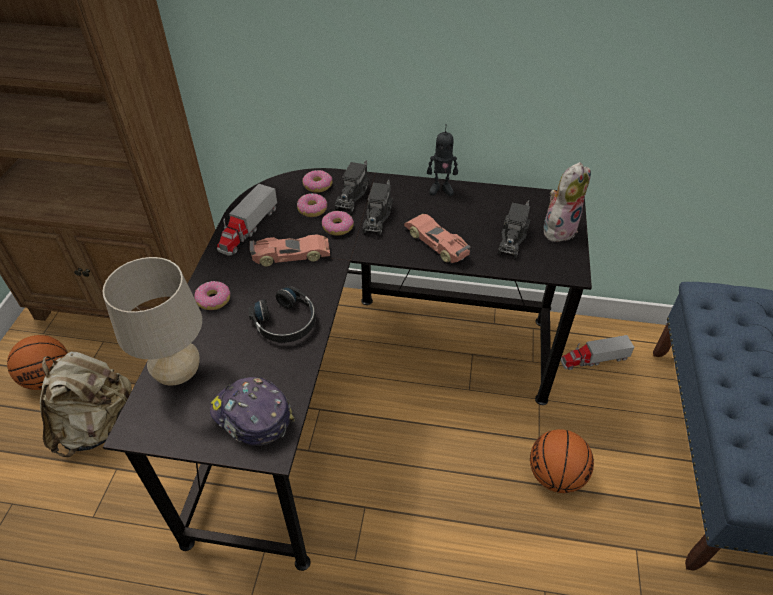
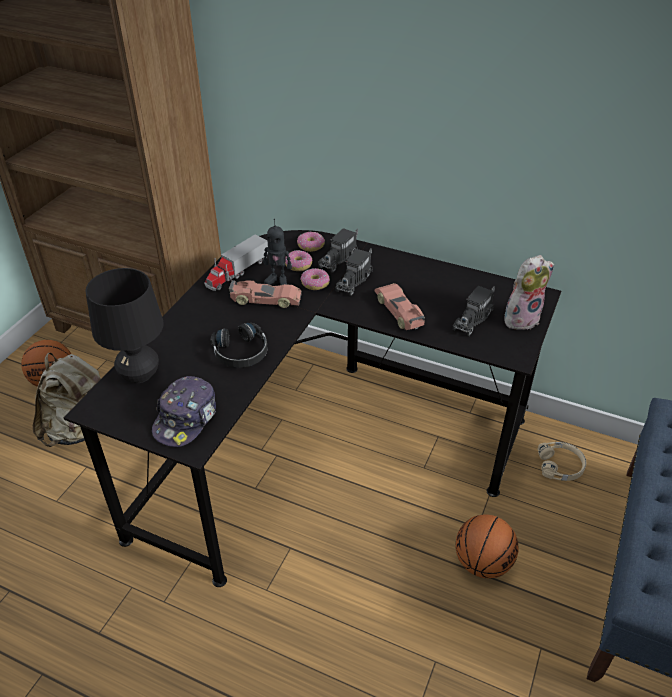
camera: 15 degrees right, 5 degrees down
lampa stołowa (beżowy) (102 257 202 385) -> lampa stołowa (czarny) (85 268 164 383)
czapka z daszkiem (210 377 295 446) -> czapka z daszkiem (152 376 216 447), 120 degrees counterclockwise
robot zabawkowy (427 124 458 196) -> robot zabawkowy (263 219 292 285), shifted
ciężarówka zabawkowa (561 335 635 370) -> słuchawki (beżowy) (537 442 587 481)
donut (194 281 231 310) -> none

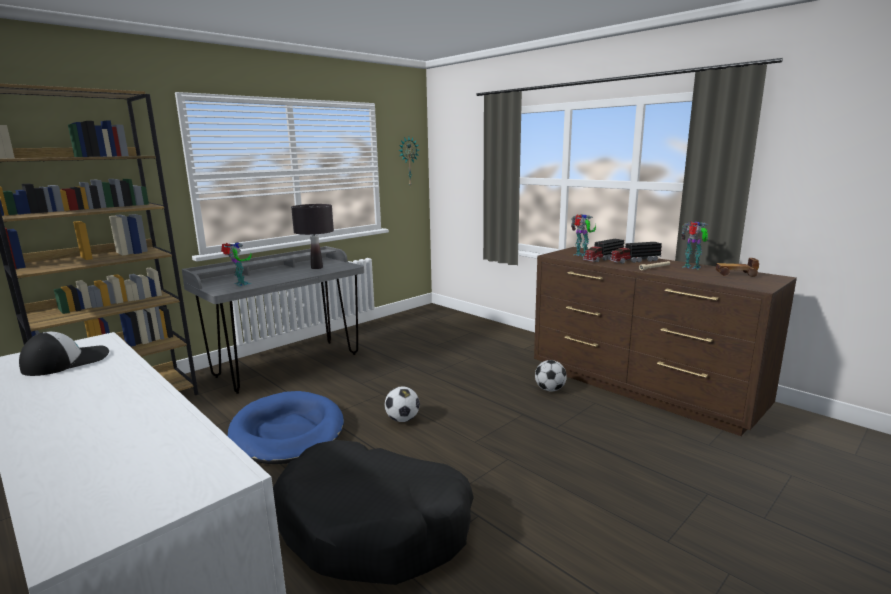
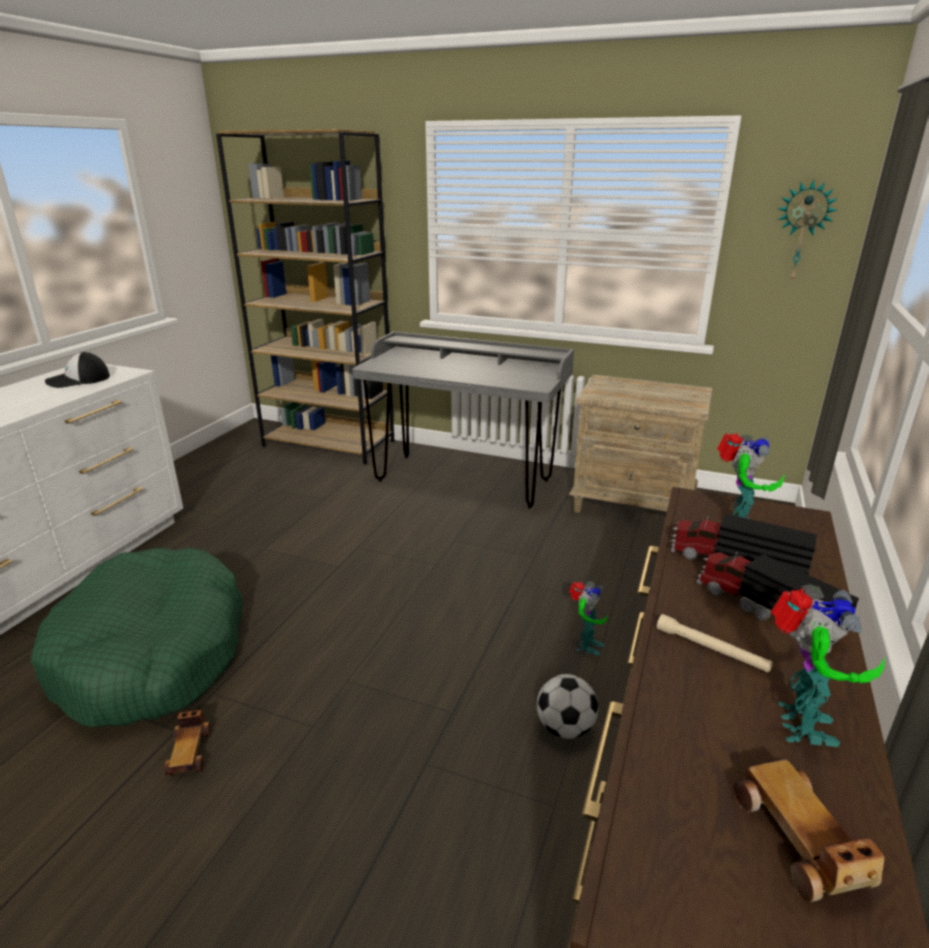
camera: 65 degrees right, 10 degrees up
legowisko (czarny) (273 440 474 585) -> legowisko (zielony) (31 547 242 727)
czapka z daszkiem (19 332 109 376) -> czapka z daszkiem (45 352 110 388), 135 degrees clockwise
none -> samochodzik (164 710 211 777)
none -> szafka nocna (beżowy) (569 375 713 513)
robot zabawkowy (221 242 252 286) -> robot zabawkowy (569 581 608 655), shifted
legowisko (niebieski) (228 391 344 464) -> none
lampa stołowa (czarny) (291 204 334 269) -> none
piłka futbolowa (384 387 420 422) -> none

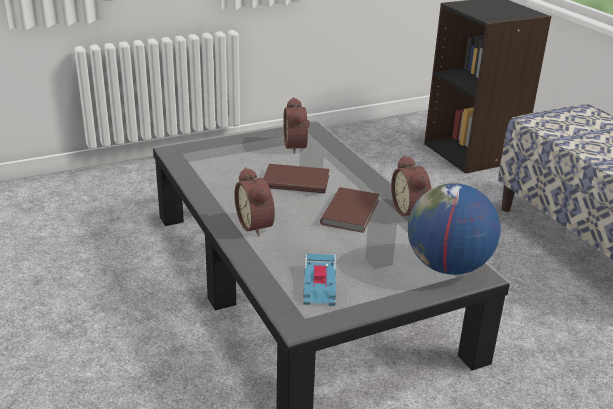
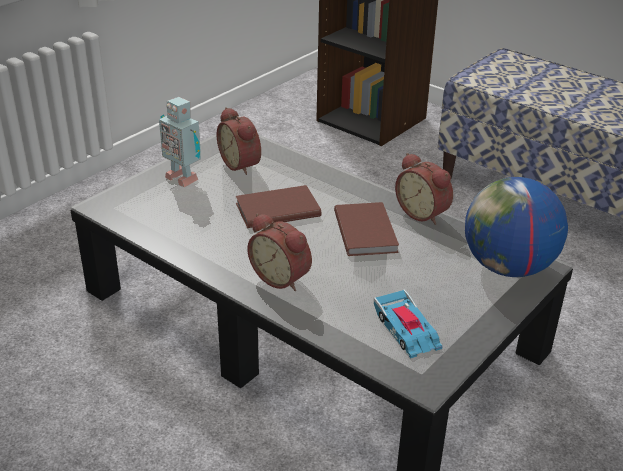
camera: 25 degrees left, 5 degrees up
none -> robot zabawkowy (159 97 201 187)

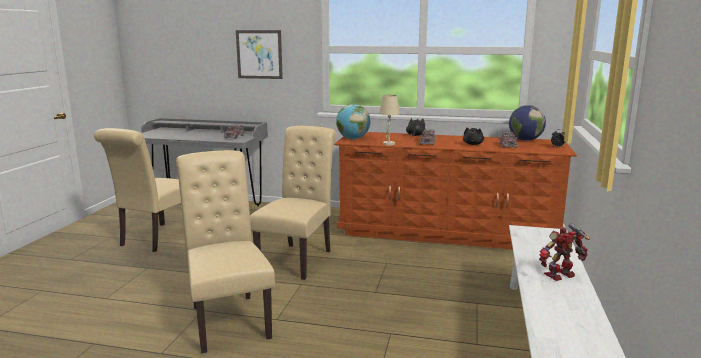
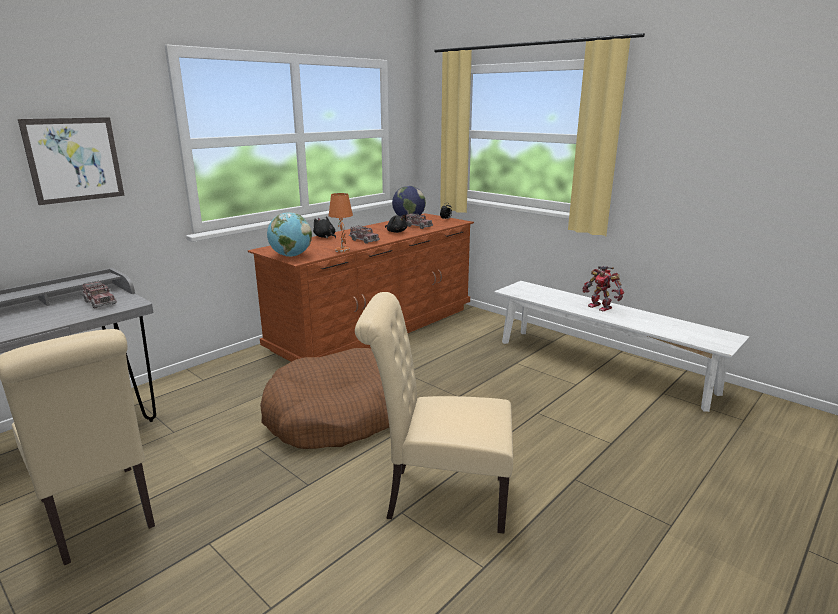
camera: 60 degrees left, 5 degrees up
krzesło (beżowy) (250 126 337 280) -> legowisko (brązowy) (260 348 389 449)
lampa stołowa (beżowy) (379 95 400 145) -> lampa stołowa (pomarańczowy) (329 193 353 253)
robot zabawkowy (539 223 590 281) -> robot zabawkowy (583 266 624 311), 45 degrees counterclockwise

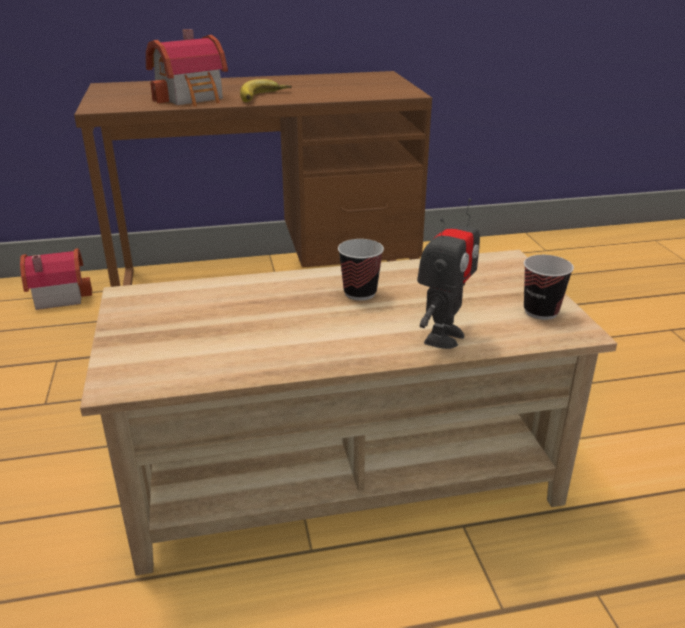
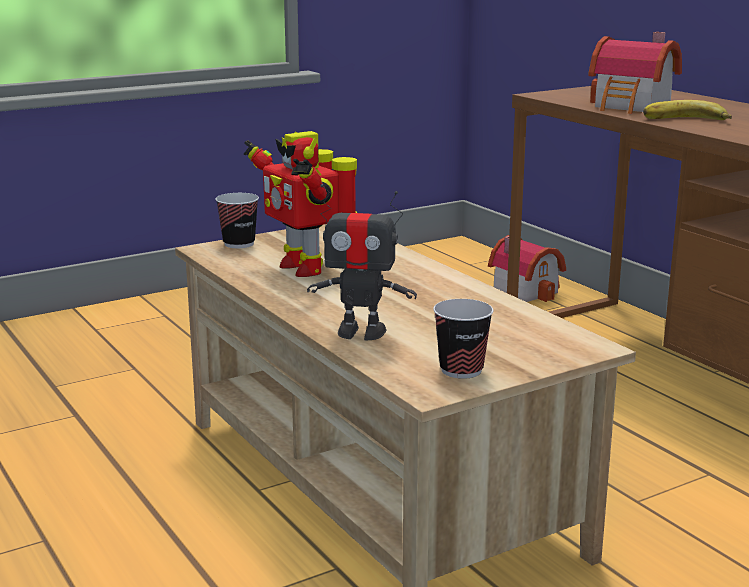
camera: 70 degrees right, 10 degrees down
filiżanka (338 239 384 301) -> filiżanka (215 193 259 248), shifted
none -> robot zabawkowy (244 131 357 277)

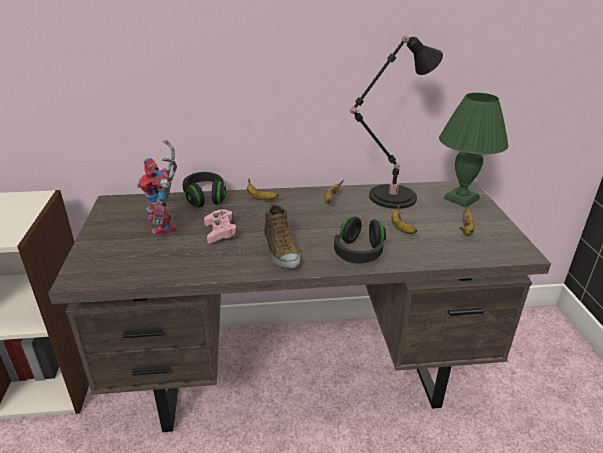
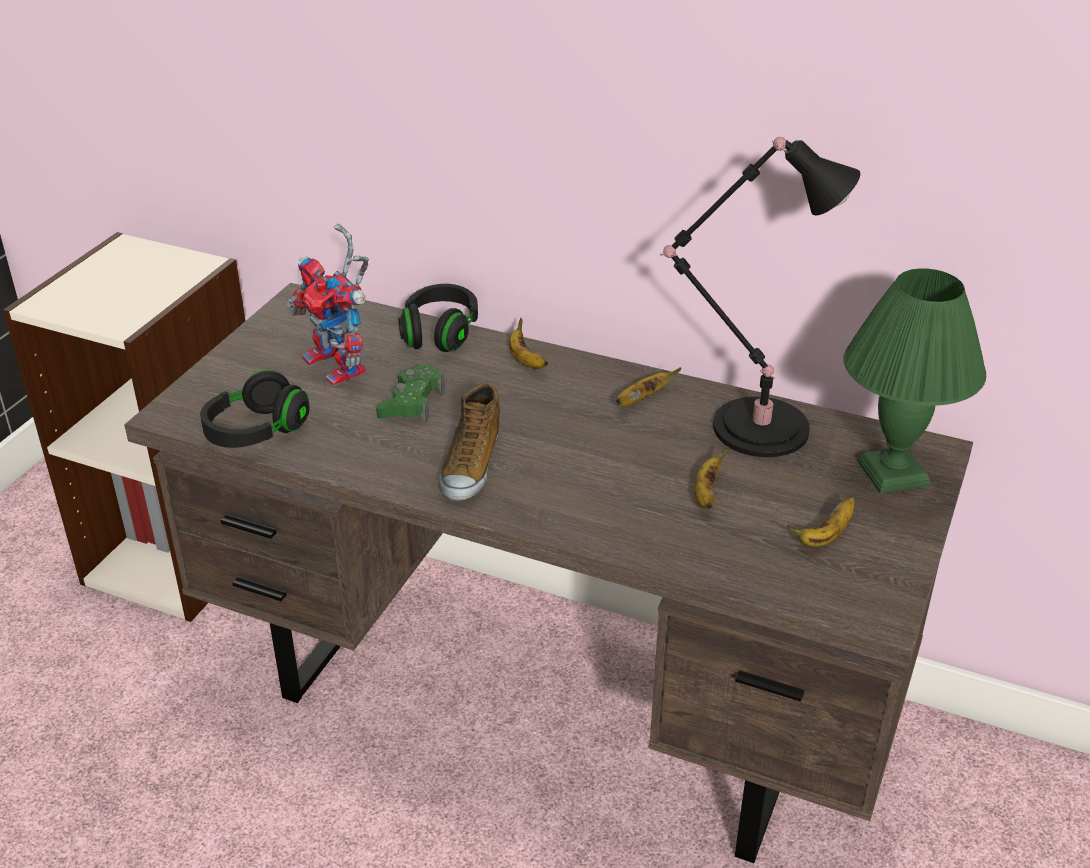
camera: 30 degrees right, 5 degrees up
słuchawki (czarny) (334 216 386 264) -> słuchawki (czarny) (200 370 310 448), shifted
robot zabawkowy (137 140 177 236) -> robot zabawkowy (286 224 369 386), 45 degrees counterclockwise
pad do gier (różowy) (204 209 237 243) -> pad do gier (zielony) (376 365 445 422)

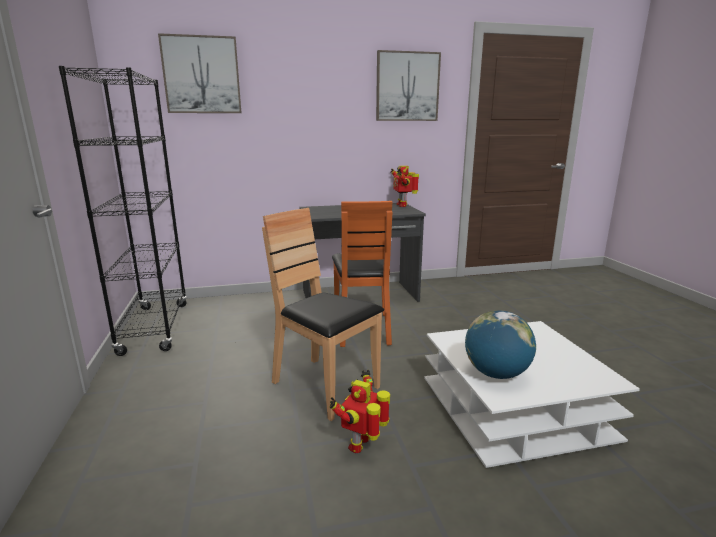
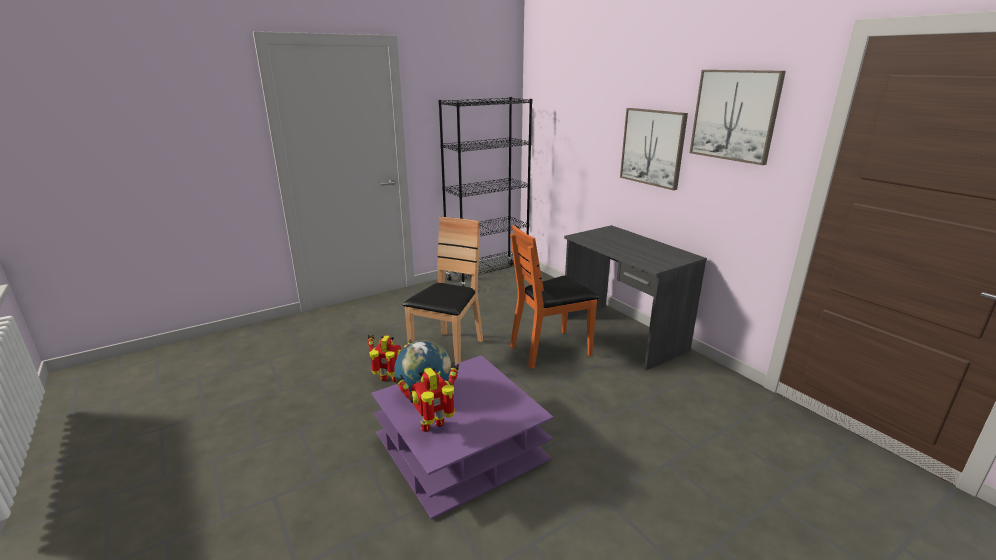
camera: 70 degrees right, 5 degrees up
ława (biały) (424 321 640 468) -> ława (fioletowy) (372 355 554 520)
robot zabawkowy (391 166 419 207) -> robot zabawkowy (396 363 459 432), shifted
obraz (158 33 241 113) -> obraz (620 108 688 190), shifted

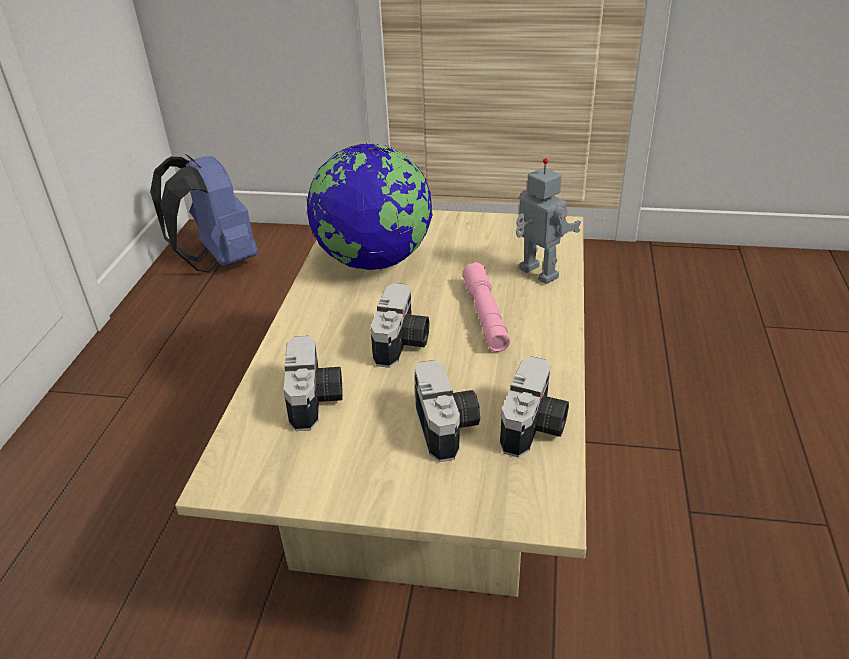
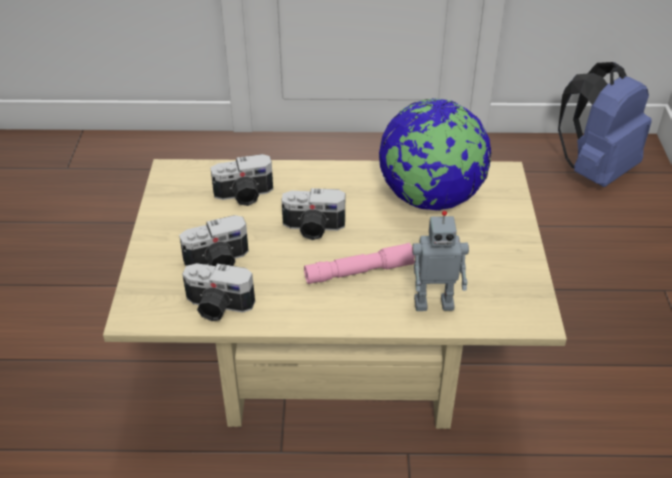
camera: 80 degrees right, 5 degrees up
robot zabawkowy (516 158 581 284) -> robot zabawkowy (412 211 469 311), 45 degrees clockwise

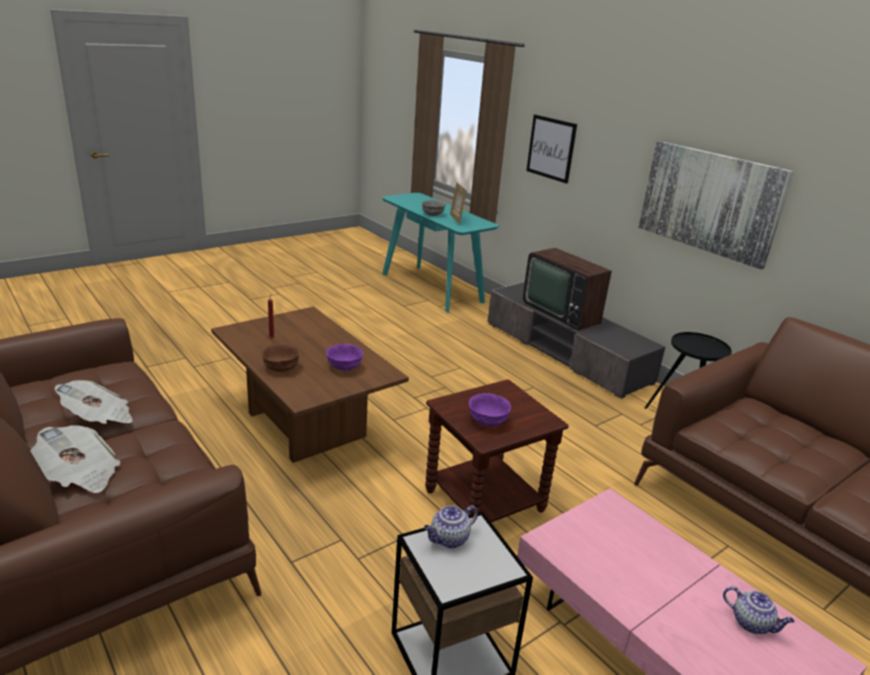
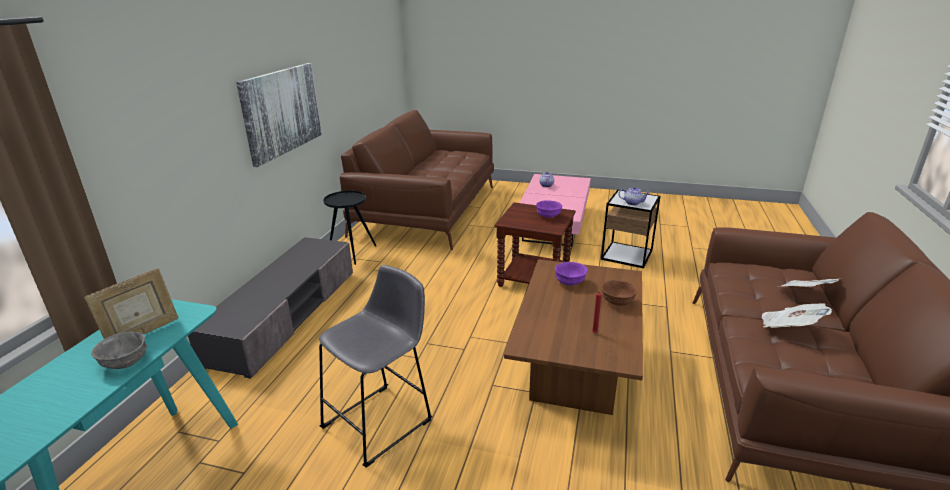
camera: 125 degrees left, 0 degrees up
none -> stołek (szary) (319 265 432 468)
telewizor (523 248 612 331) -> none
obraz (526 114 577 184) -> none

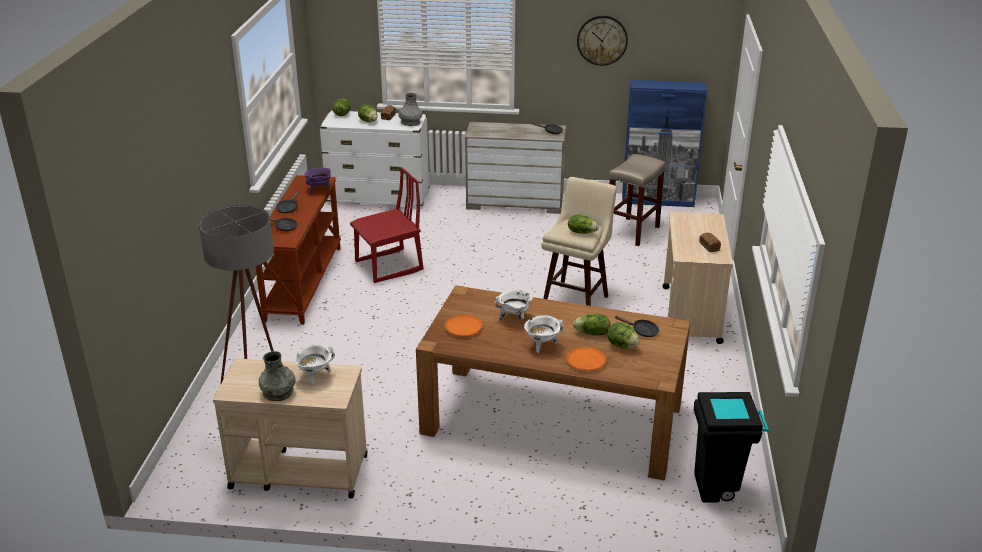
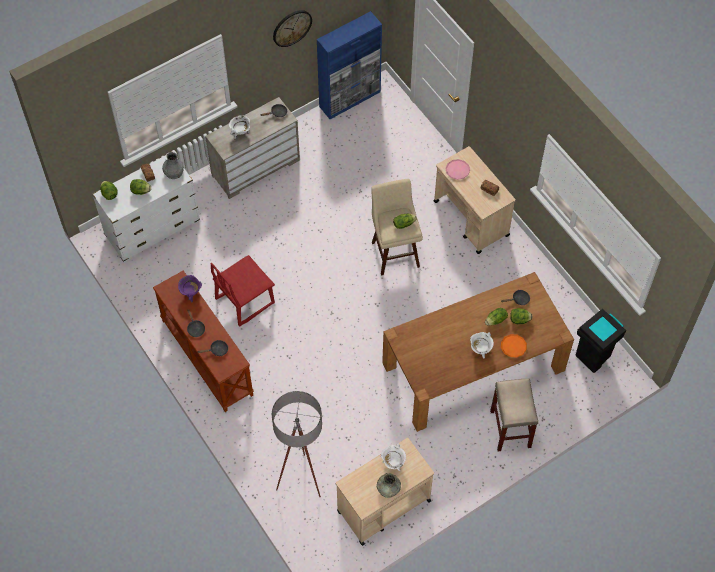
camera: 40 degrees left, 30 degrees up
krzesło (czerwony) (350 167 423 283) -> krzesło (czerwony) (210 255 275 327), 150 degrees counterclockwise
garnek (biały) (494 290 533 320) -> garnek (biały) (229 115 250 140), shifted
none -> talerz (różowy) (445 159 470 180)
stołek (beżowy) (609 154 666 246) -> stołek (beżowy) (490 378 538 451), shifted
talerz (pomarańczowy) (445 315 483 337) -> none

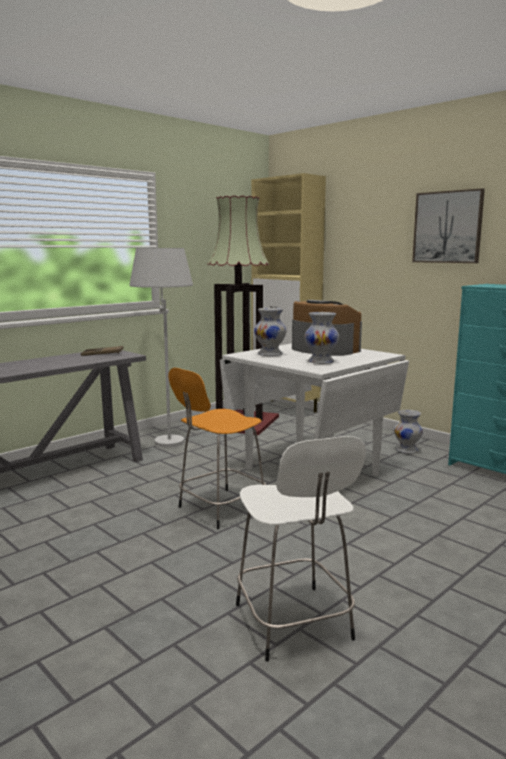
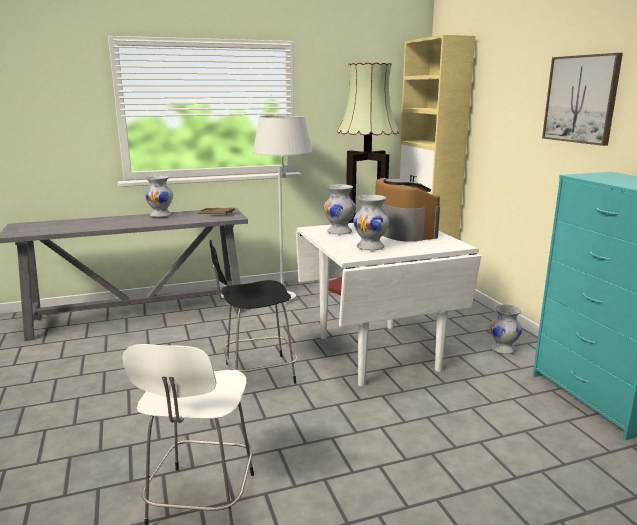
camera: 25 degrees right, 5 degrees up
none -> wazon (biały) (145 176 173 217)
stołek (pomarańczowy) (168 368 266 529) -> stołek (czarny) (210 240 297 384)

